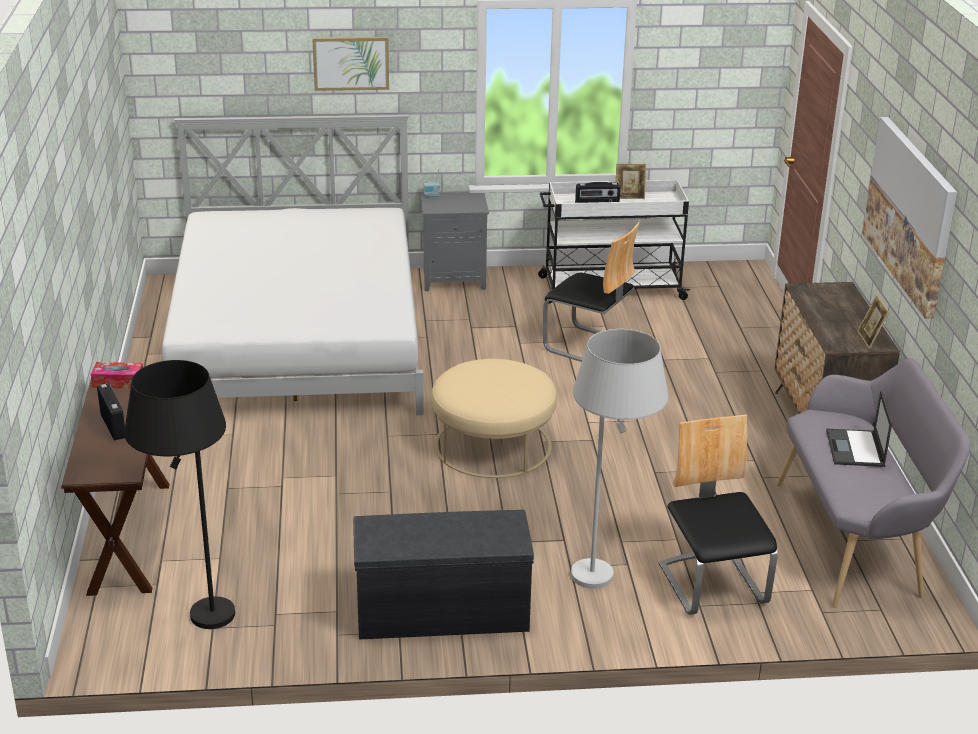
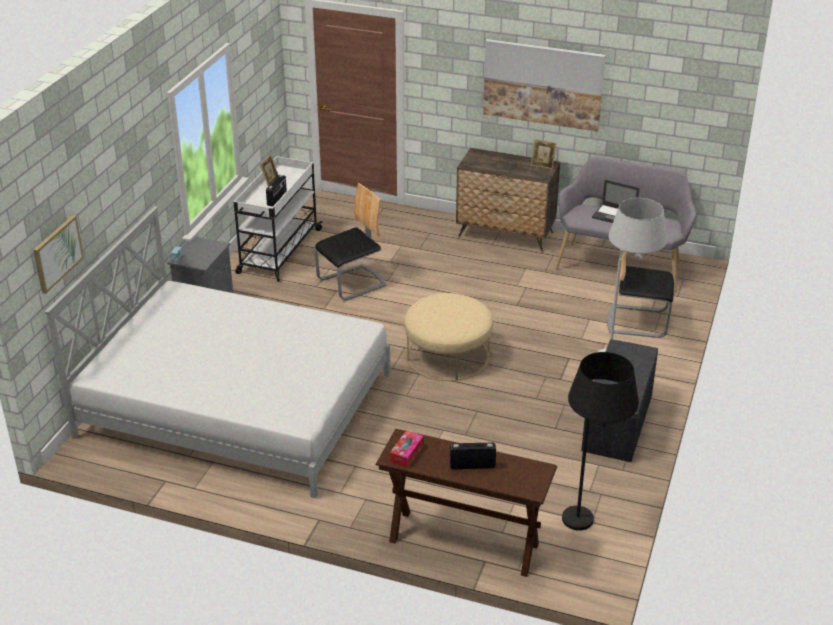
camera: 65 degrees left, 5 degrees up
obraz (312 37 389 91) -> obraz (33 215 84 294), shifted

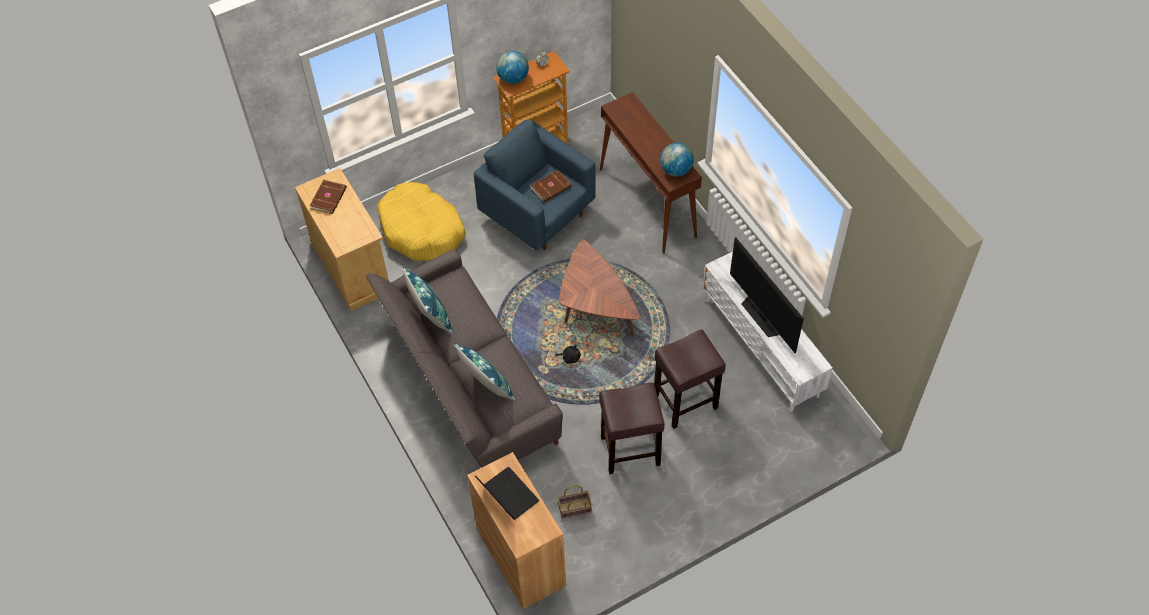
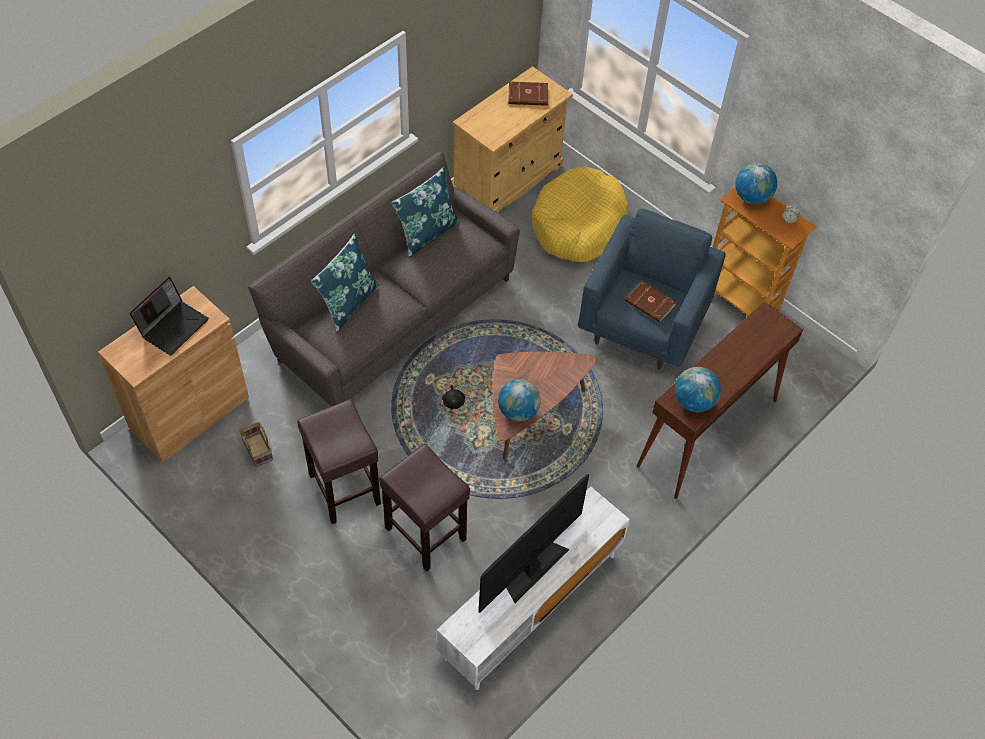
camera: 70 degrees right, 0 degrees up
none -> globus (498 379 541 422)

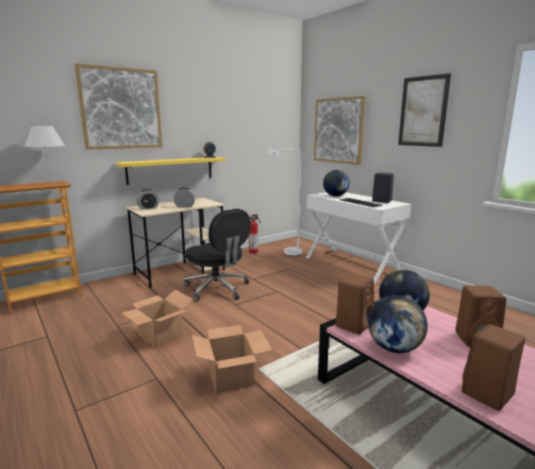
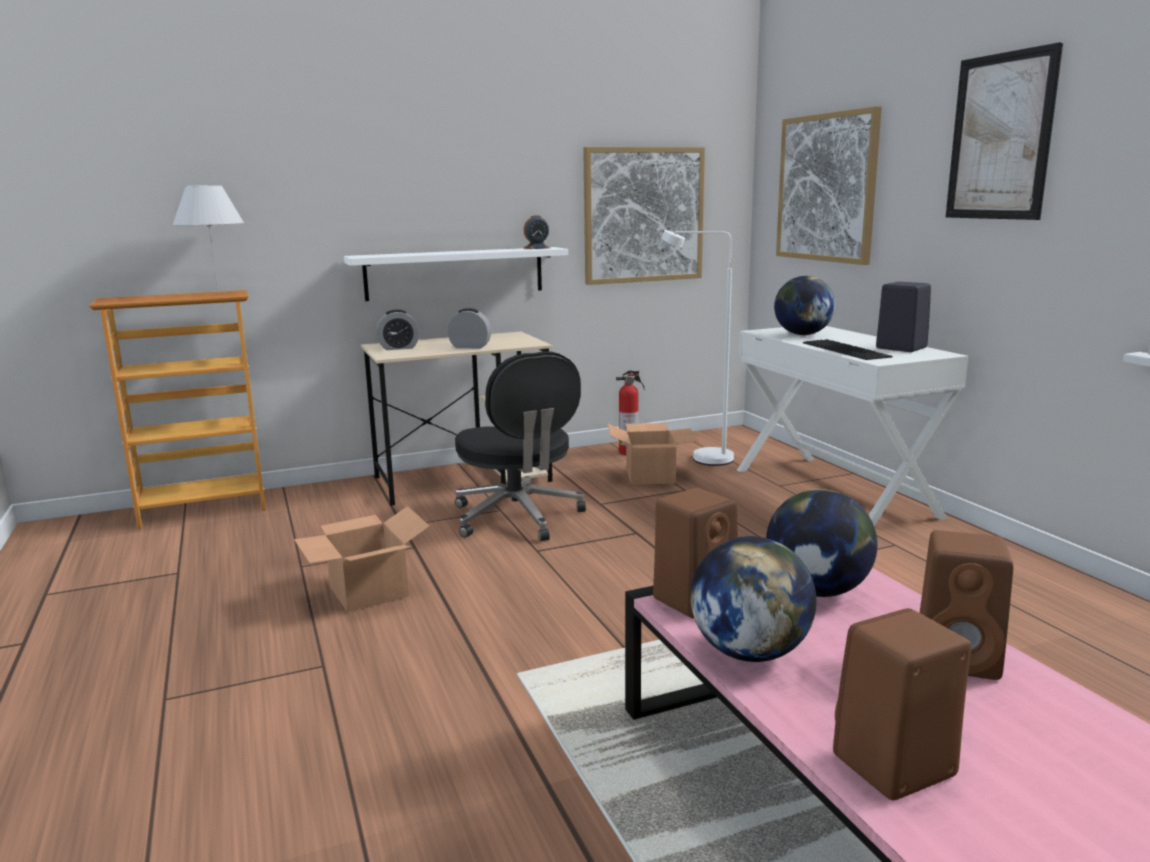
camera: 15 degrees right, 0 degrees up
półka (żółty) (115 157 226 185) -> półka (biały) (344 247 568 301)
obraz (75 63 162 150) -> obraz (583 147 705 285), shifted
karton (192 325 272 393) -> karton (607 423 698 485), shifted

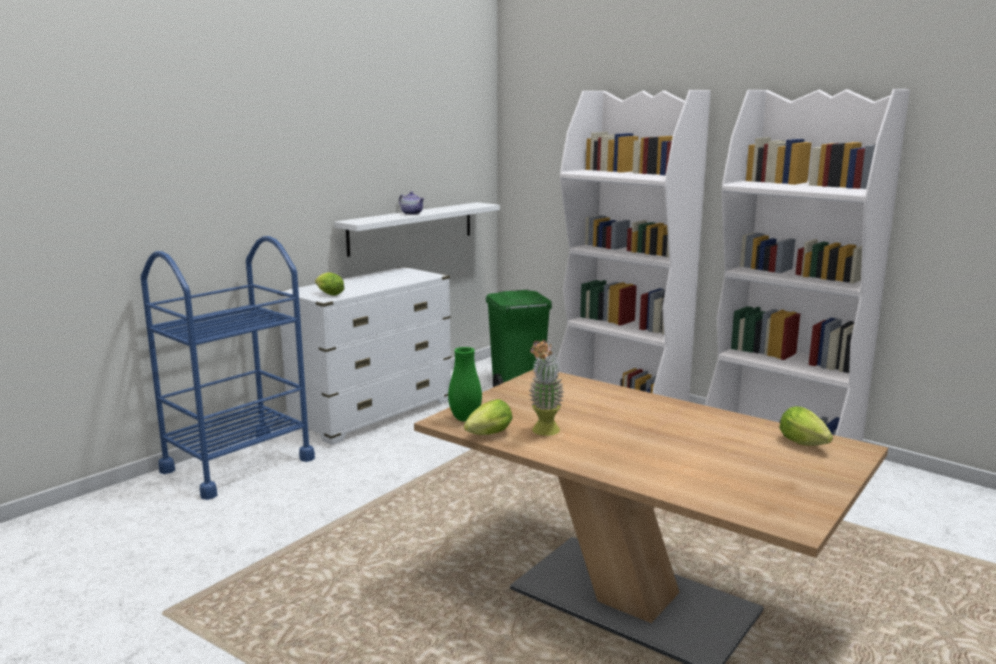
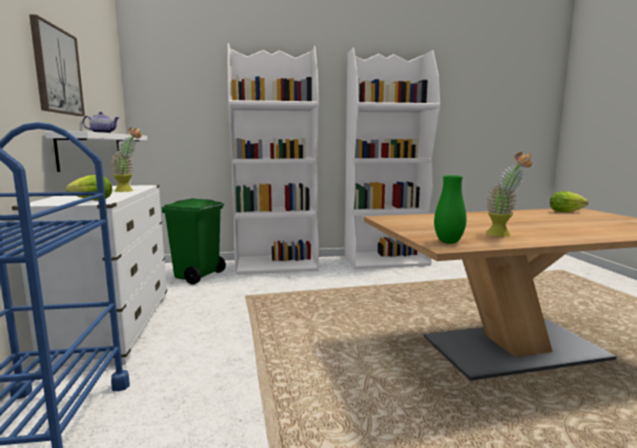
camera: 50 degrees left, 5 degrees down
none -> obraz (29 14 85 116)
none -> roślina doniczkowa (111 128 142 192)
sałata (464 399 512 435) -> none

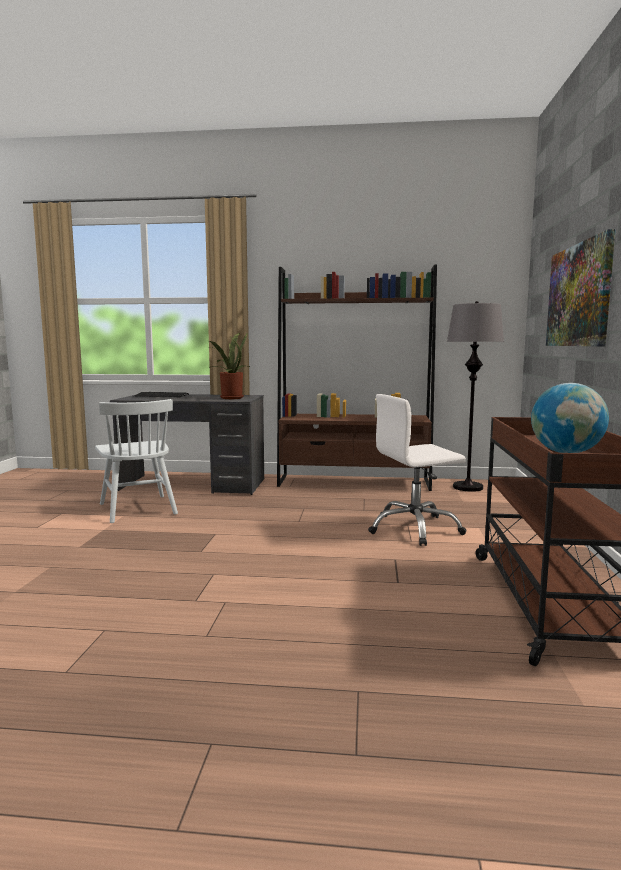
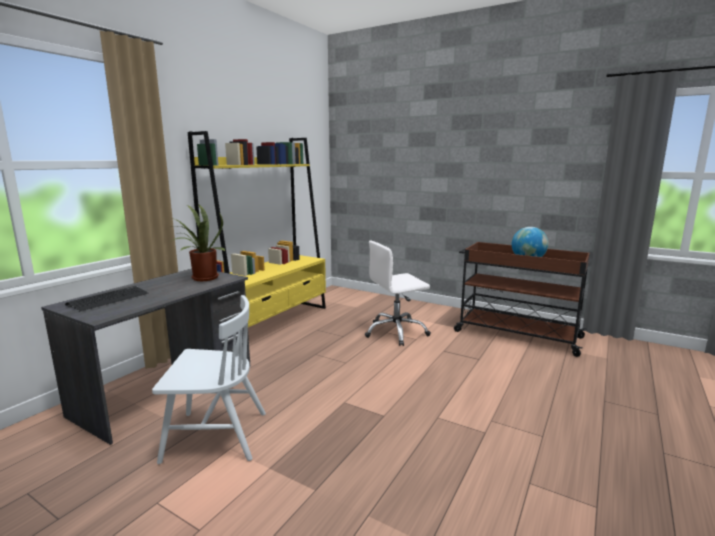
camera: 65 degrees left, 5 degrees up
regał (brązowy) (277 265 437 491) -> regał (żółty) (188 131 326 327)
krzesło biurowe (biały) (368 394 466 546) -> krzesło biurowe (biały) (365 241 431 346), 60 degrees clockwise
lampa stojąca (szary) (447 301 504 492) -> none
obraz (546 229 616 346) -> none

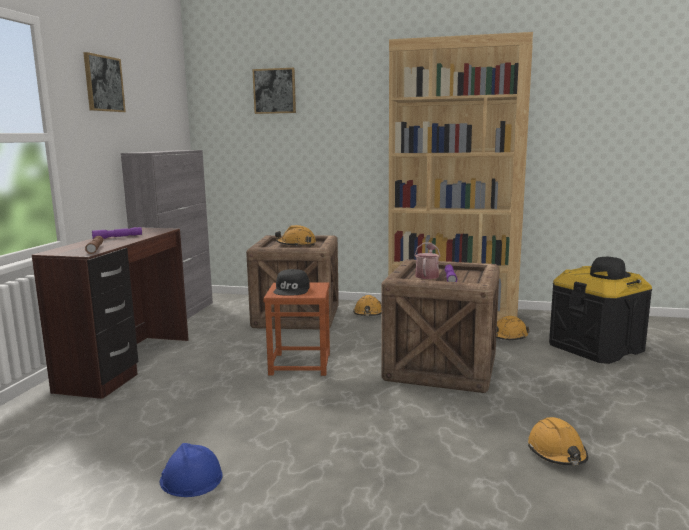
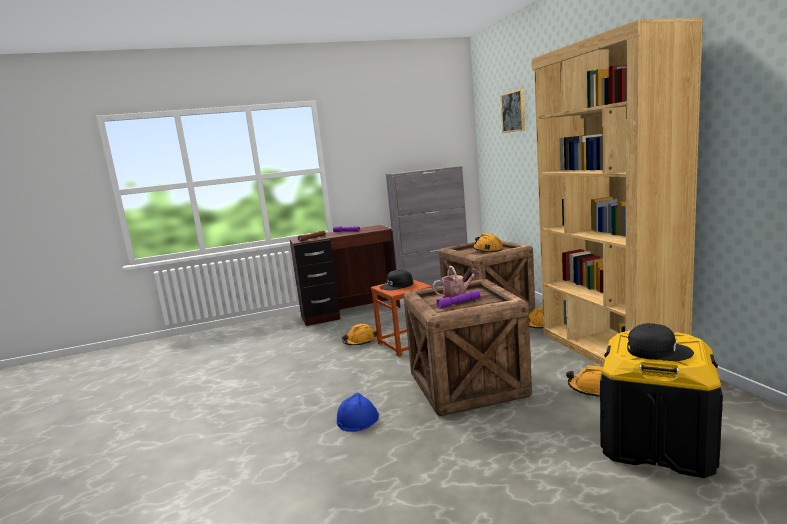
camera: 60 degrees right, 0 degrees up
kask (niebieski) (160 443 222 497) -> kask (niebieski) (337 393 379 432), shifted
kask (pomarańczowy) (528 417 588 465) -> kask (pomarańczowy) (342 324 377 345), shifted
obraz (83 52 126 112) -> none

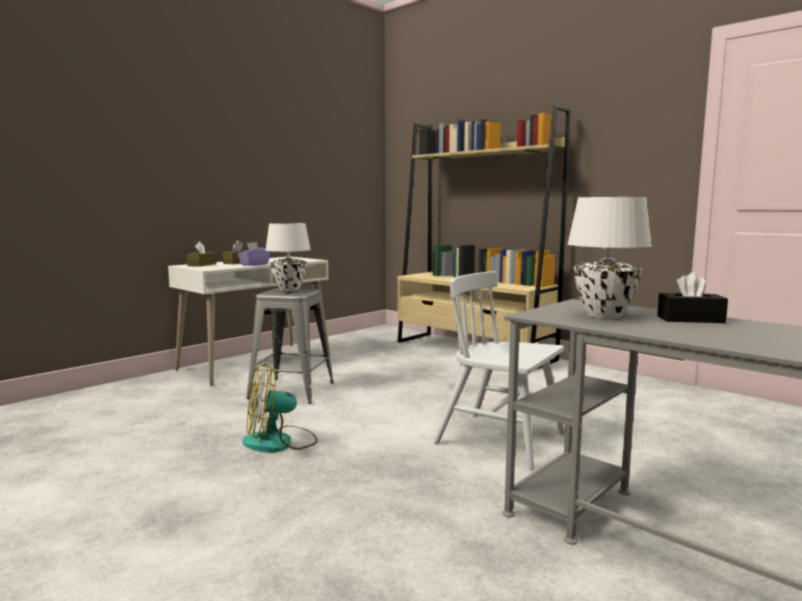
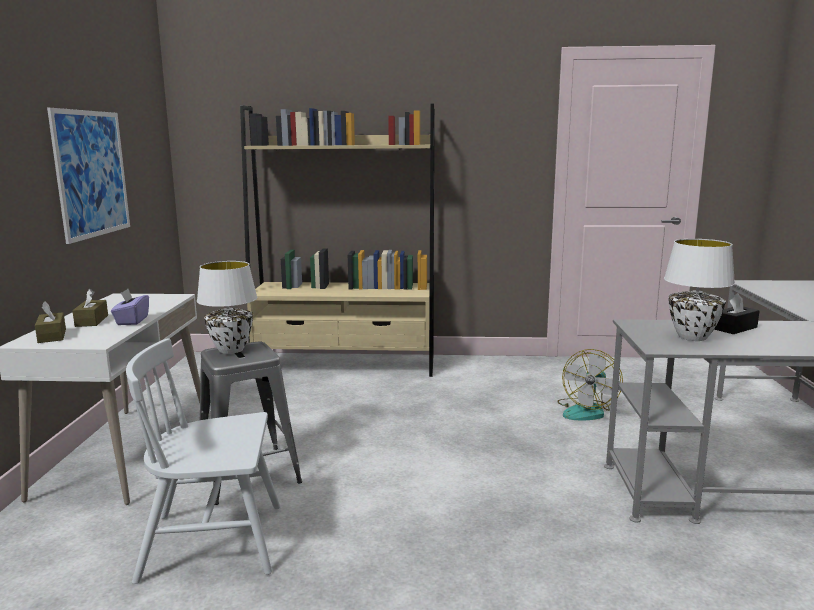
camera: 40 degrees left, 5 degrees up
none -> obraz (47 108 130 244)
krzesło (biały) (433 271 565 469) -> krzesło (biały) (126 339 280 584), shifted
wentylator (243 363 318 453) -> wentylator (557 349 623 420), shifted

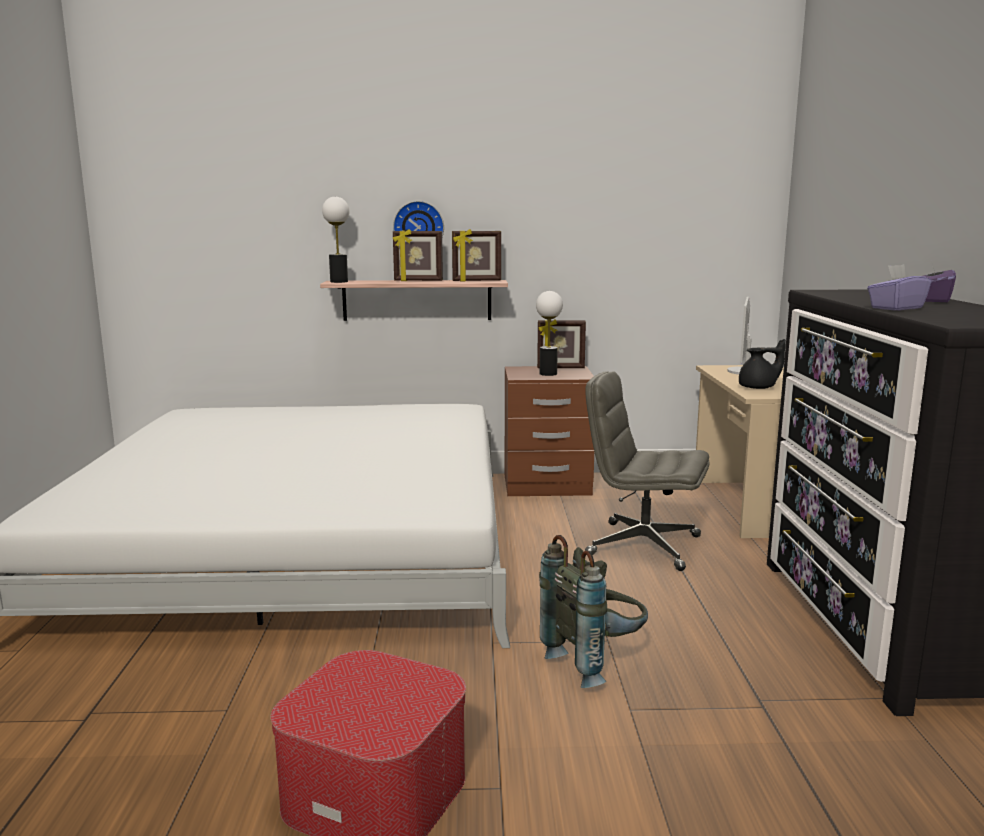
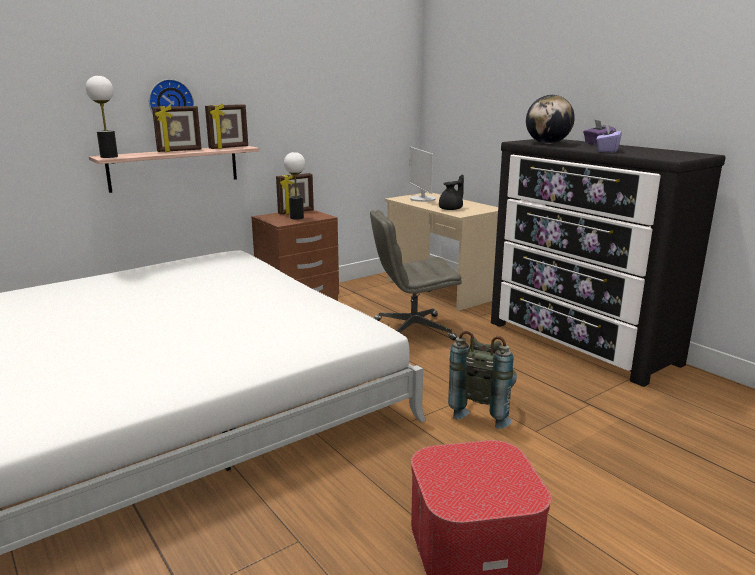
camera: 35 degrees left, 5 degrees up
none -> globus (526 95 575 144)

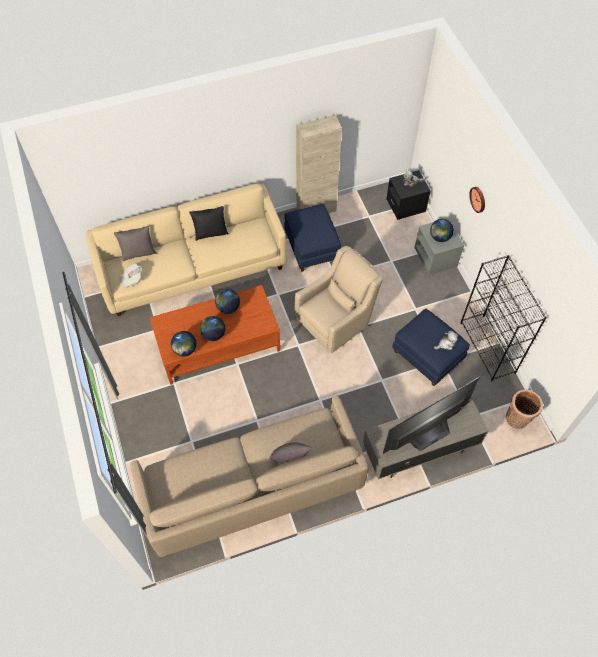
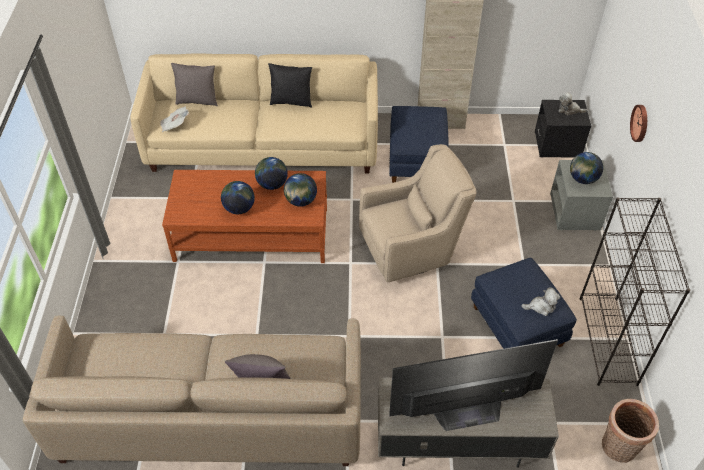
camera: 20 degrees right, 10 degrees down
globus (171 331 197 357) -> globus (284 173 317 207), shifted

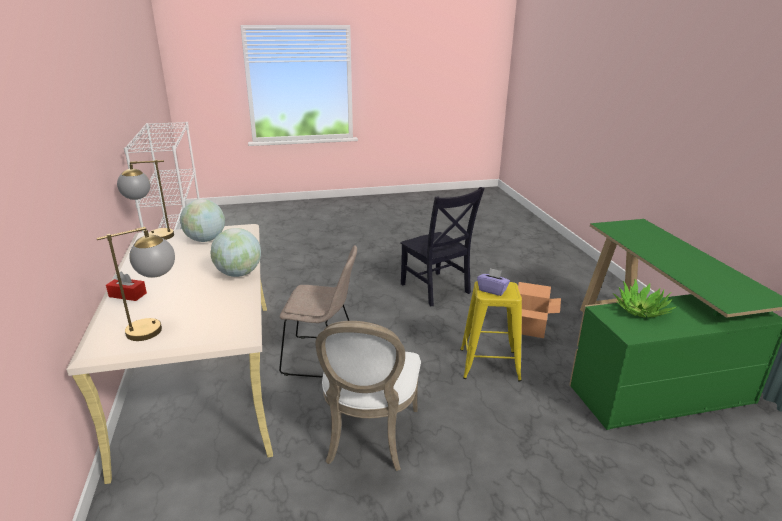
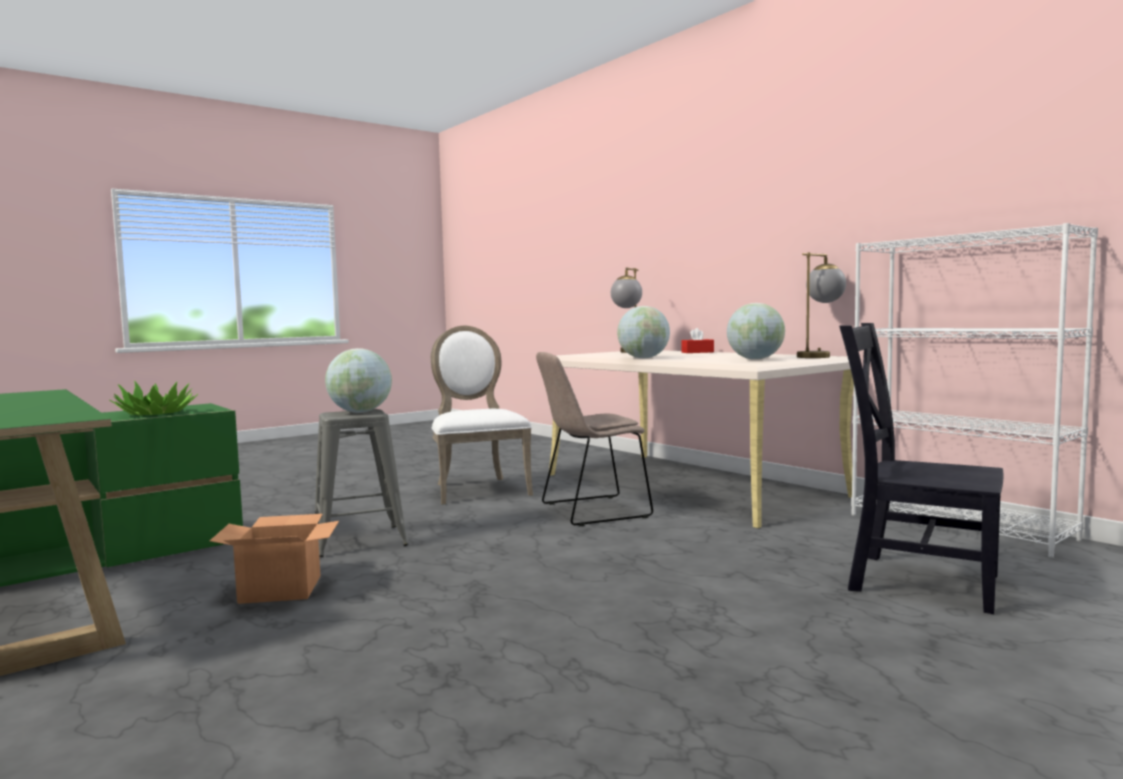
camera: 155 degrees right, 20 degrees down
stołek (żółty) (460 281 522 382) -> stołek (szary) (315 409 408 557)
pudełko chusteczek (fioletowy) (477 268 510 296) -> globus (325 348 392 413)
krzesło (czarny) (400 187 485 306) -> krzesło (czarny) (839 323 1003 614), shifted

